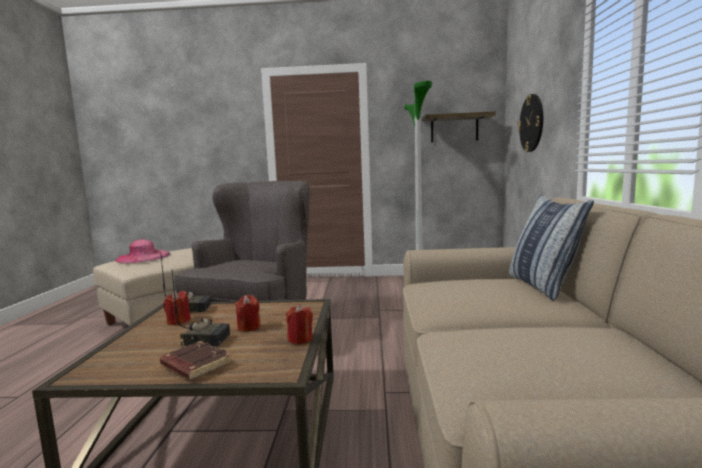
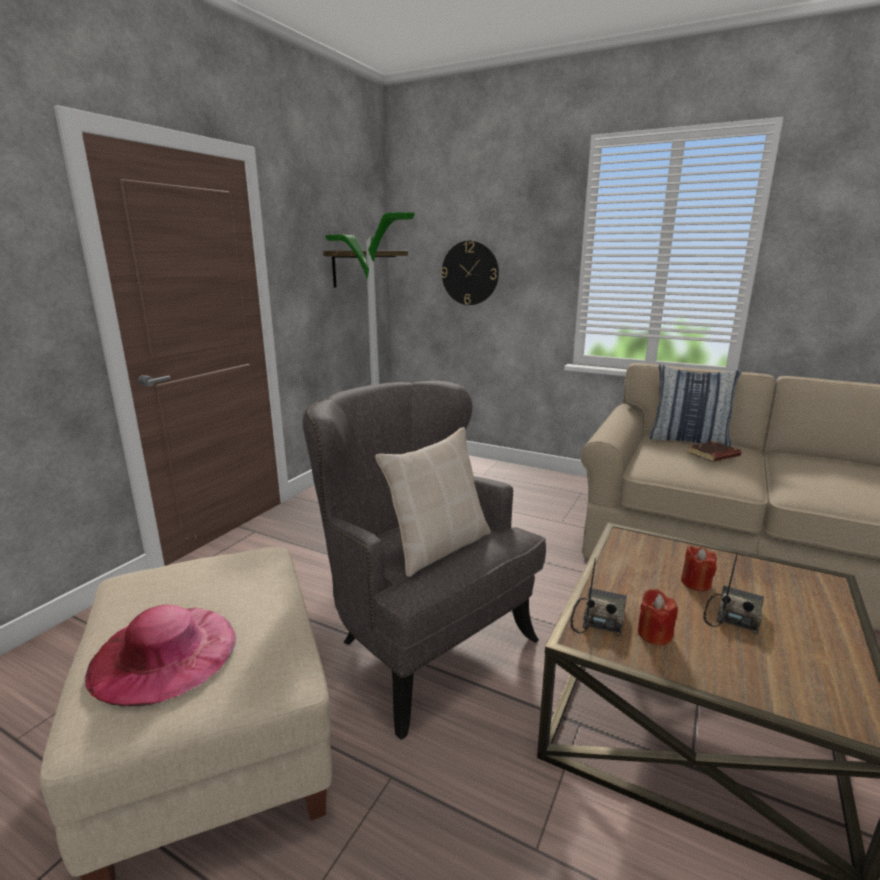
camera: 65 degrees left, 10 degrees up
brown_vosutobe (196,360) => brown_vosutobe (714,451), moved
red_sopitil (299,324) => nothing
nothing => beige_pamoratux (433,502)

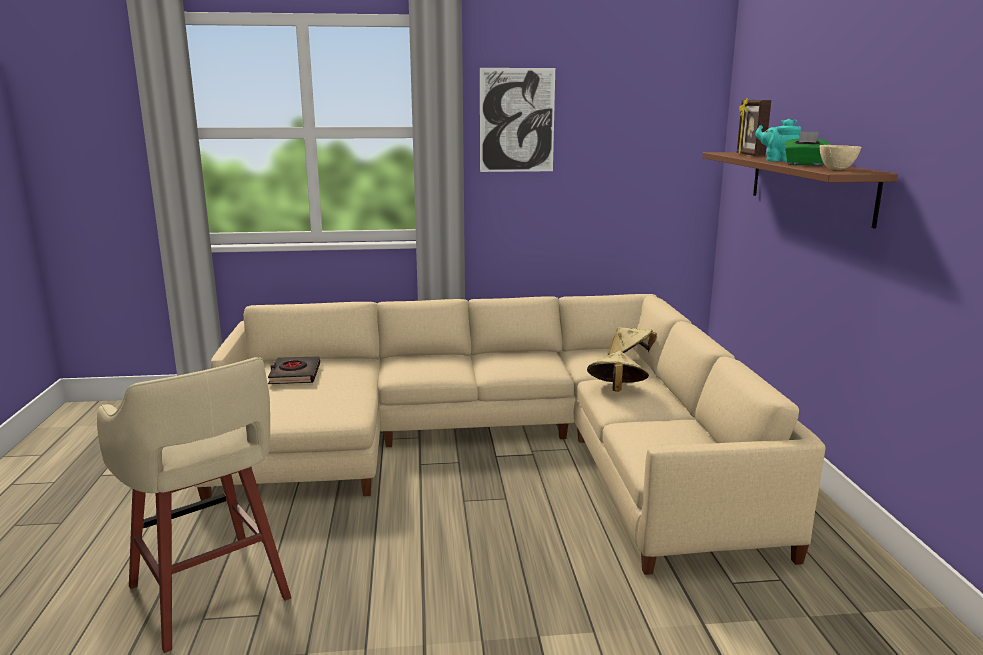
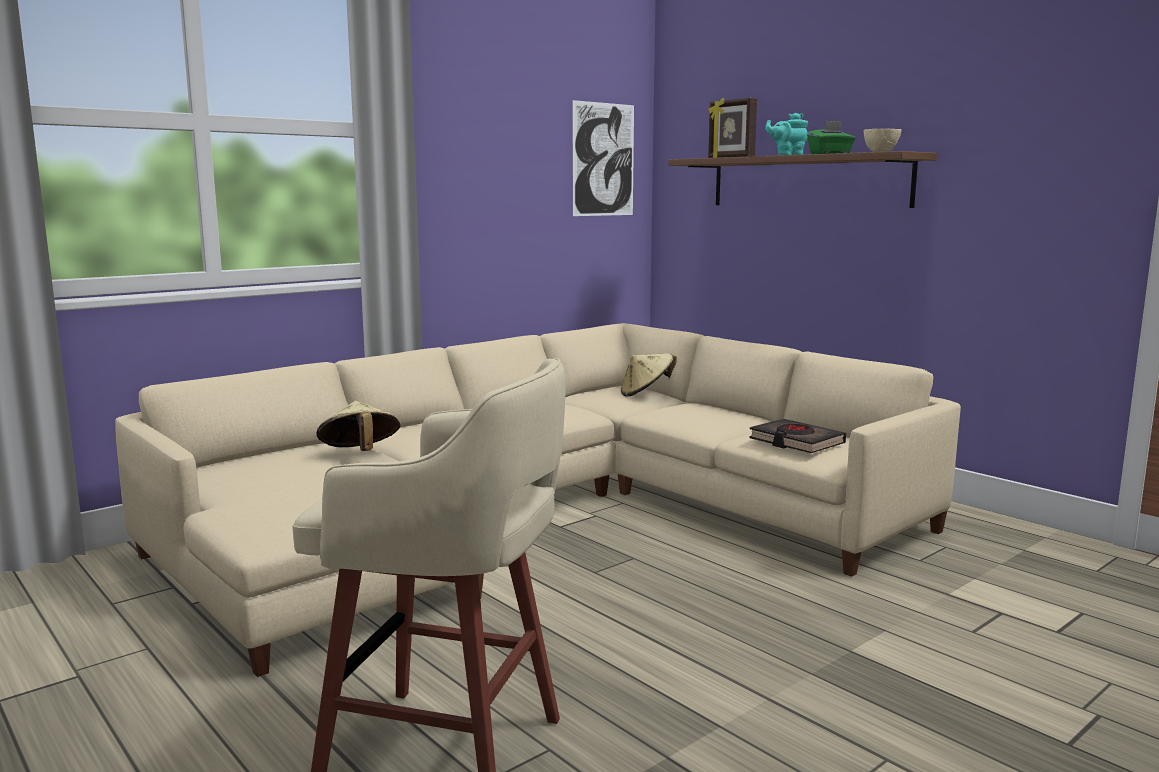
camera: 35 degrees left, 5 degrees down
black_vosutobe (294,370) => black_vosutobe (797,436), moved
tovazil (517,120) => tovazil (603,158), moved
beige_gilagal (618,371) => beige_gilagal (358,426), moved

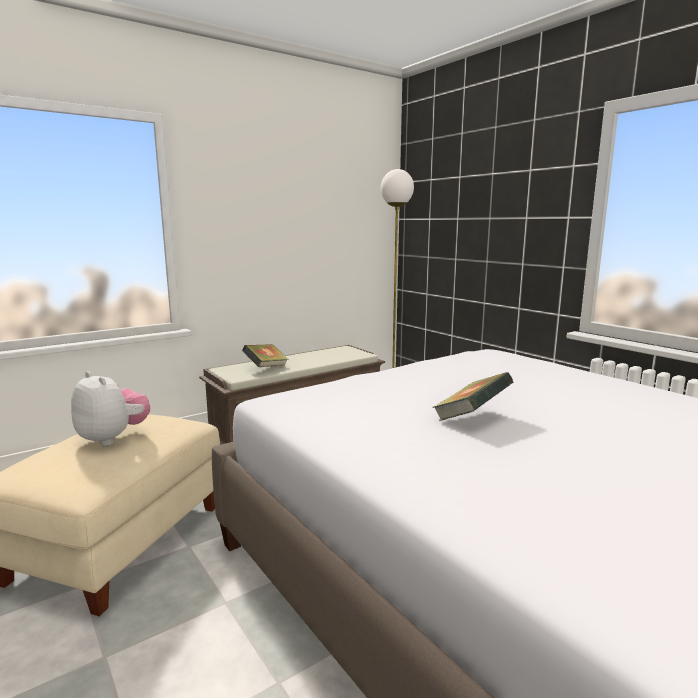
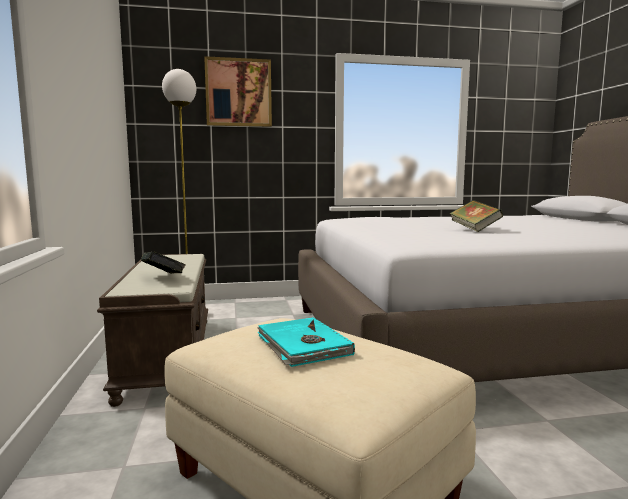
camera: 65 degrees left, 5 degrees down
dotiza (110,408) => turquoise_vosutobe (306,342)
nothing => tovazil (238,91)

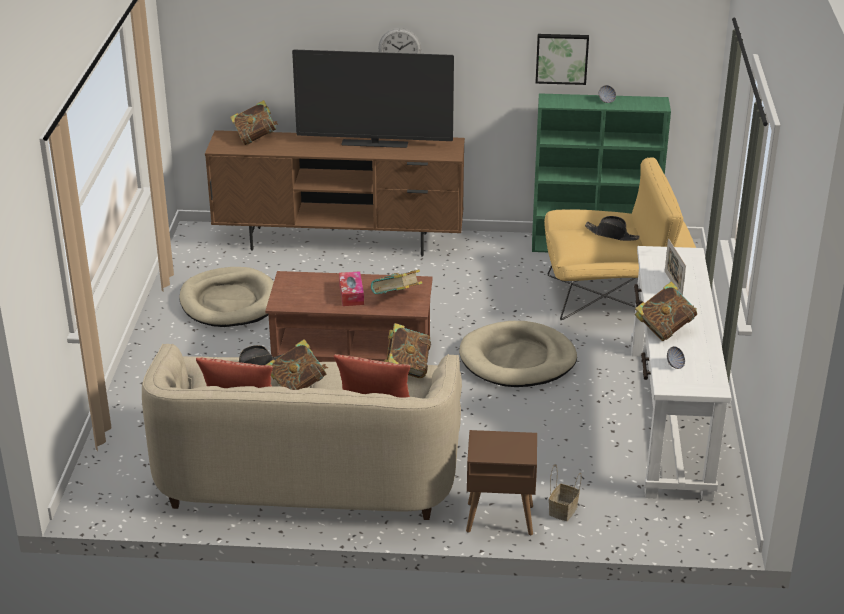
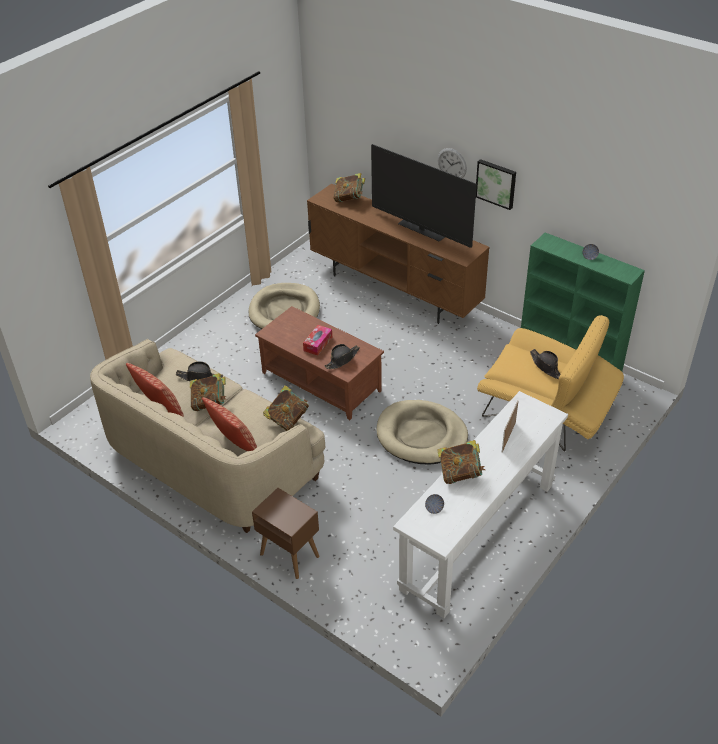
camera: 35 degrees right, 10 degrees up
vosutobe (396,281) => black_gilagal (342,356)
tovazil (562,59) => tovazil (496,184), moved
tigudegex (565,492) => nothing

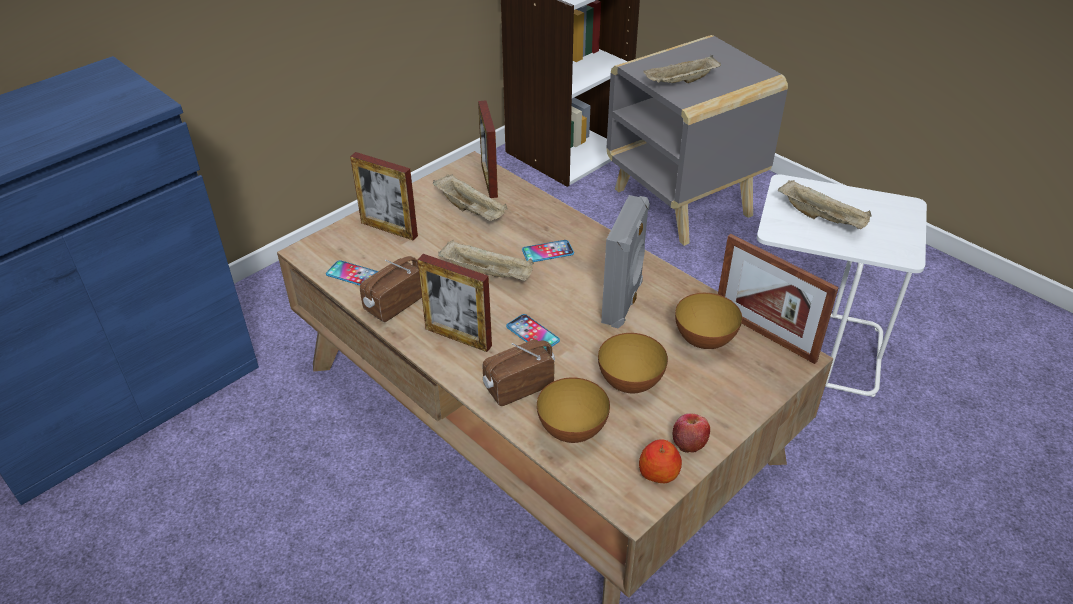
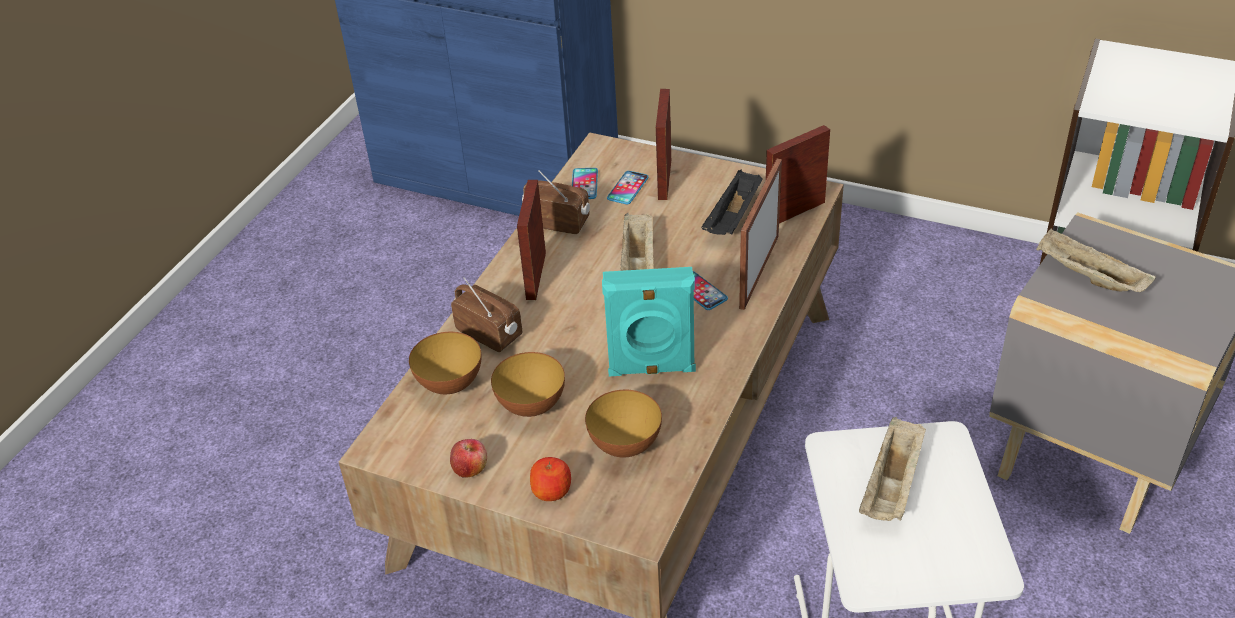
camera: 70 degrees right, 0 degrees up
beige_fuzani (470,197) => black_fuzani (732,202)
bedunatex (533,332) => bedunatex (628,188), moved
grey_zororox (625,262) => turquoise_zororox (649,322)
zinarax (660,461) => zinarax (550,479), moved
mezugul (778,299) => mezugul (760,234), moved

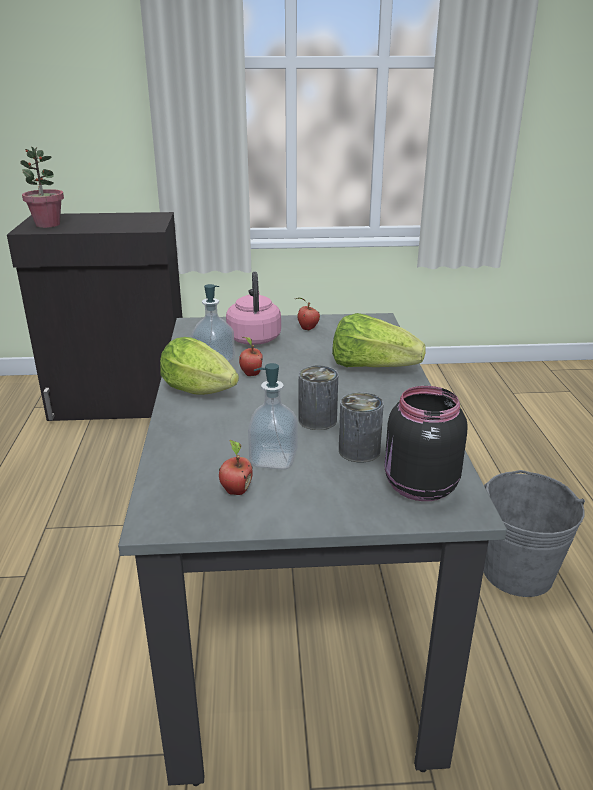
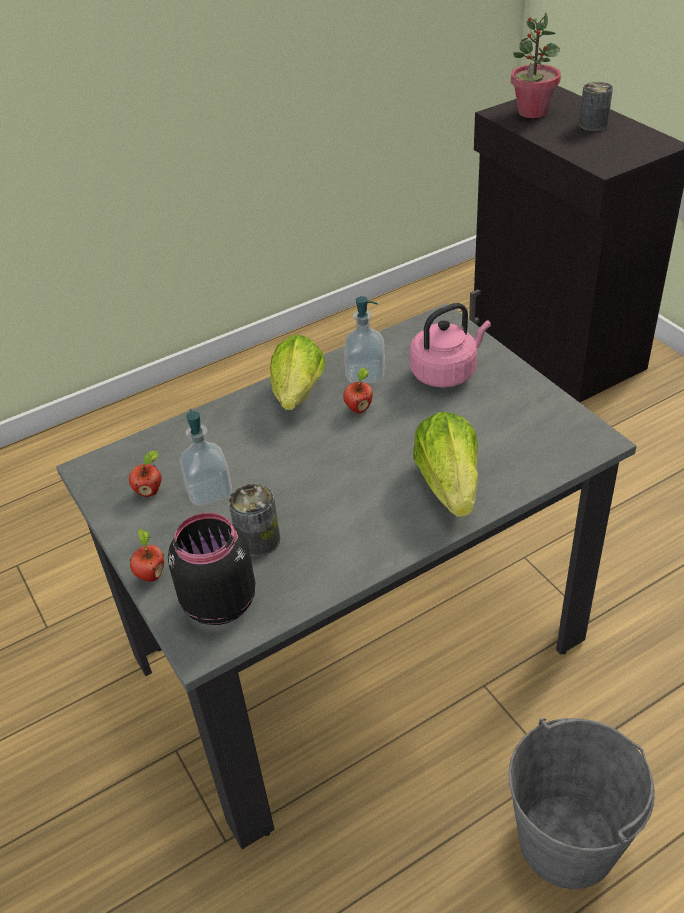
camera: 65 degrees right, 15 degrees up
zinarax (308,314) => zinarax (147,555), moved
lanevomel (318,398) => lanevomel (596,106), moved

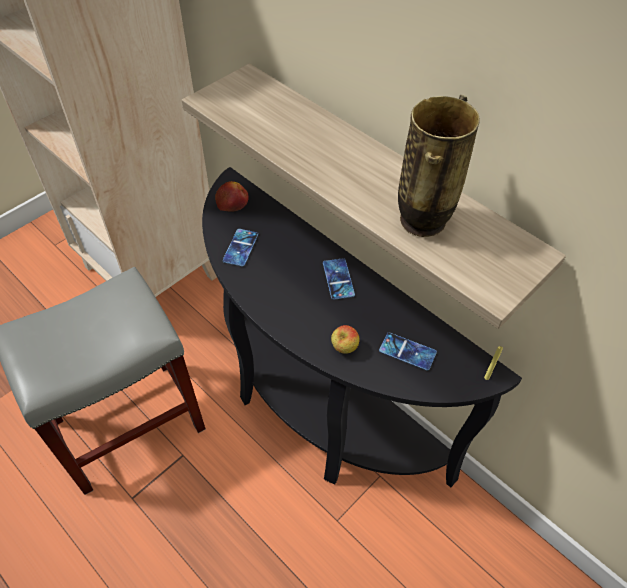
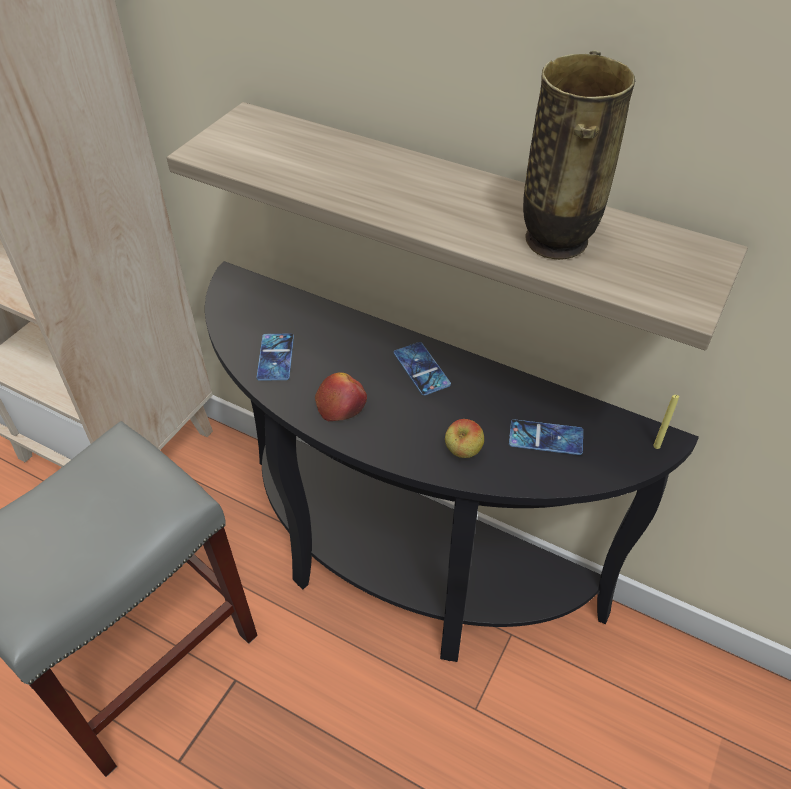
camera: 15 degrees left, 5 degrees down
zinarax (232,196) => zinarax (341,397), moved

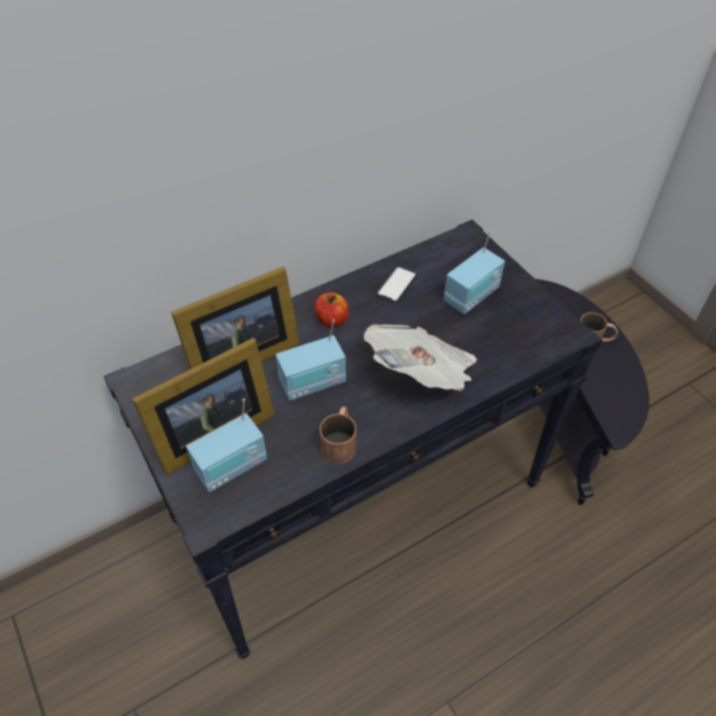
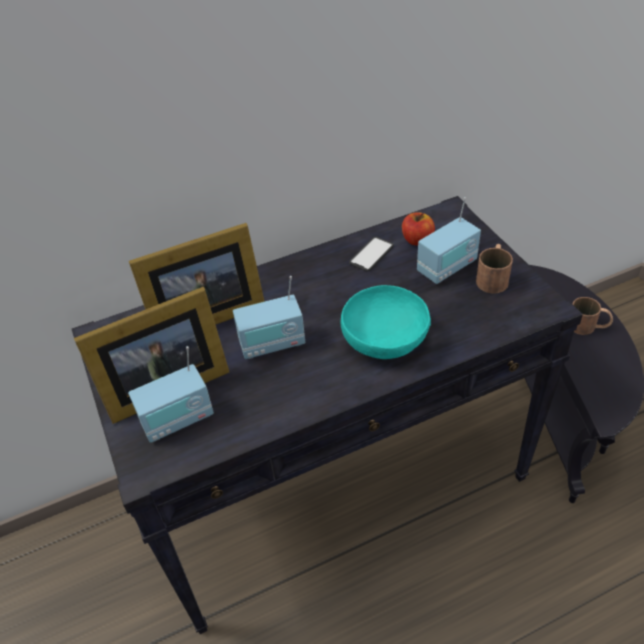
camera: 10 degrees right, 5 degrees down
zinarax (332,309) => zinarax (418,229), moved
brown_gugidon (338,435) => brown_gugidon (494,269), moved
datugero (420,357) => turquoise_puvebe (385,322)

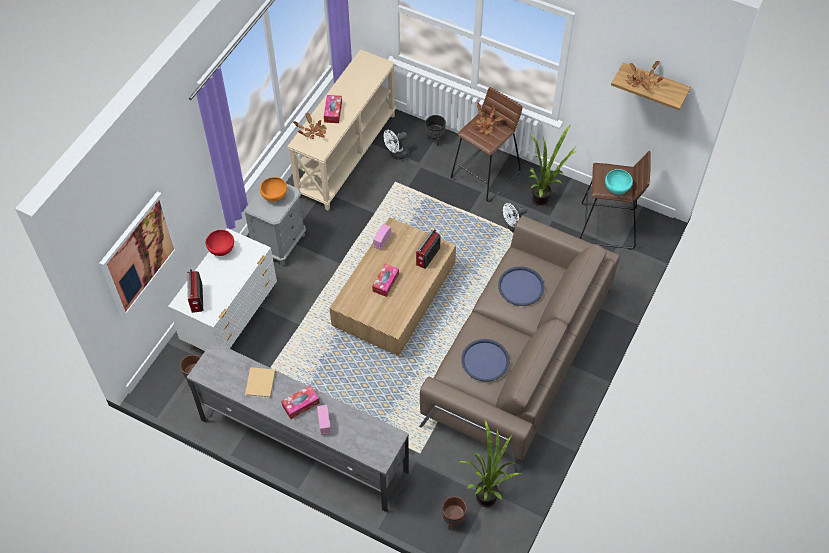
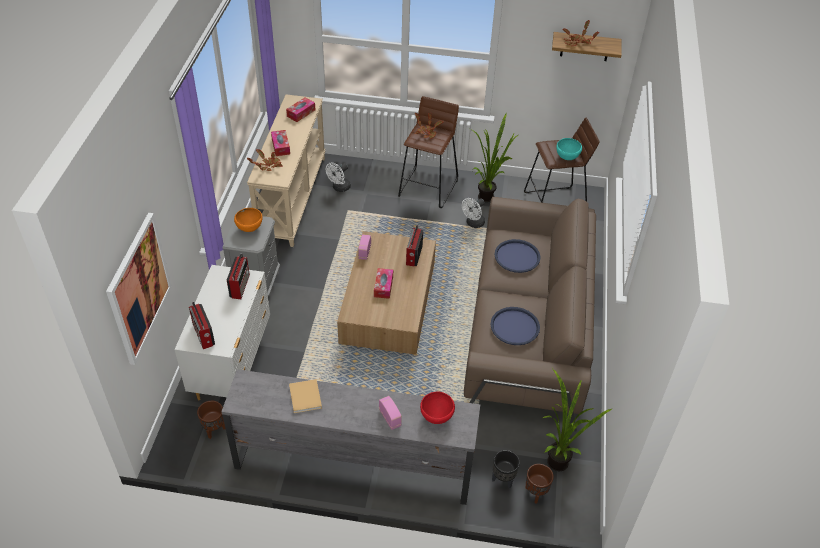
camera: 20 degrees left, 10 degrees down
red_puvebe (220,243) => red_puvebe (437,407), moved
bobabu (300,402) => bobabu (300,109), moved
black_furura (436,130) => black_furura (506,469), moved
nothing => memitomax (238,276)

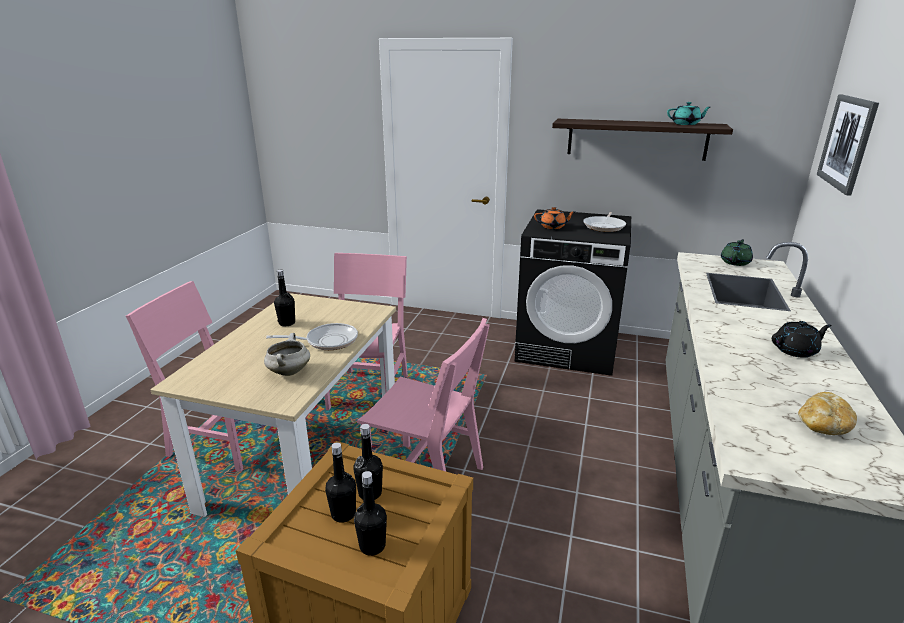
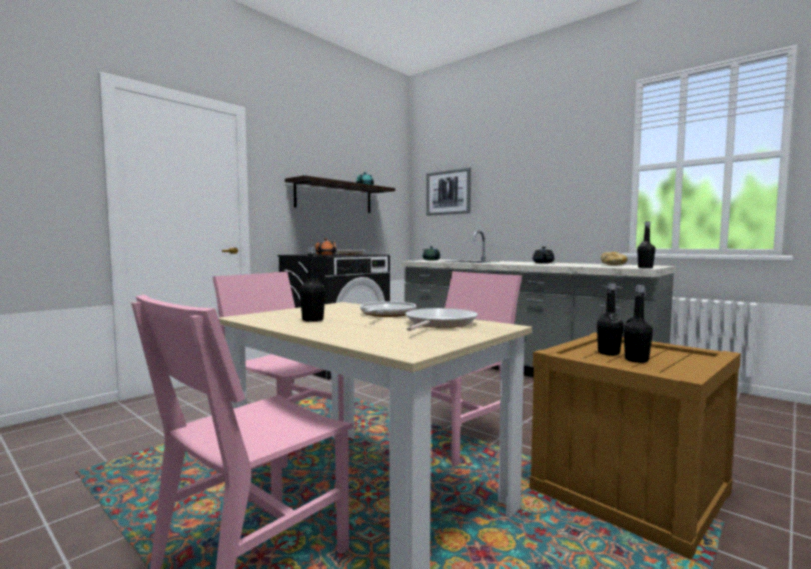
camera: 65 degrees left, 20 degrees down
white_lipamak (287,354) => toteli (441,319)
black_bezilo (370,513) => black_bezilo (646,245), moved

